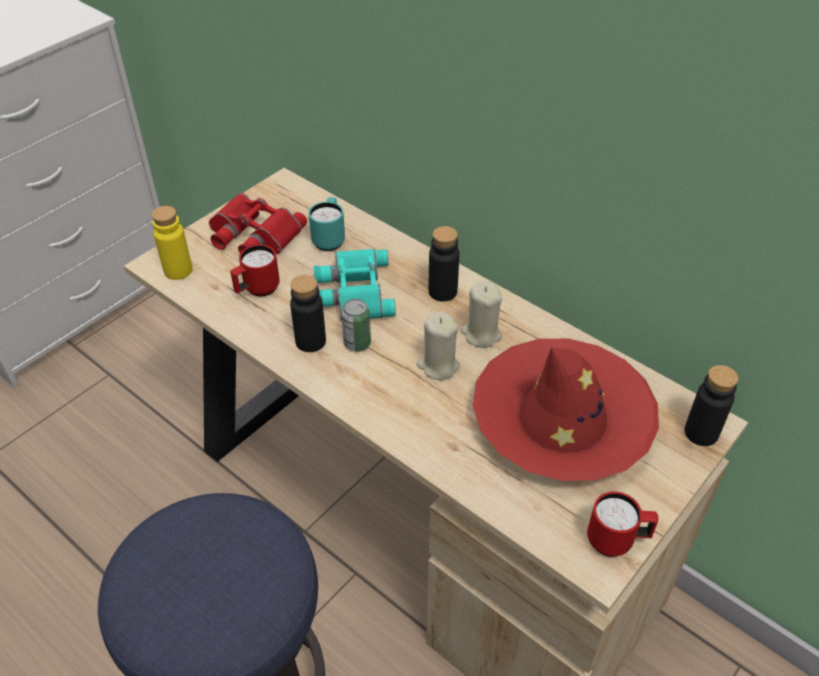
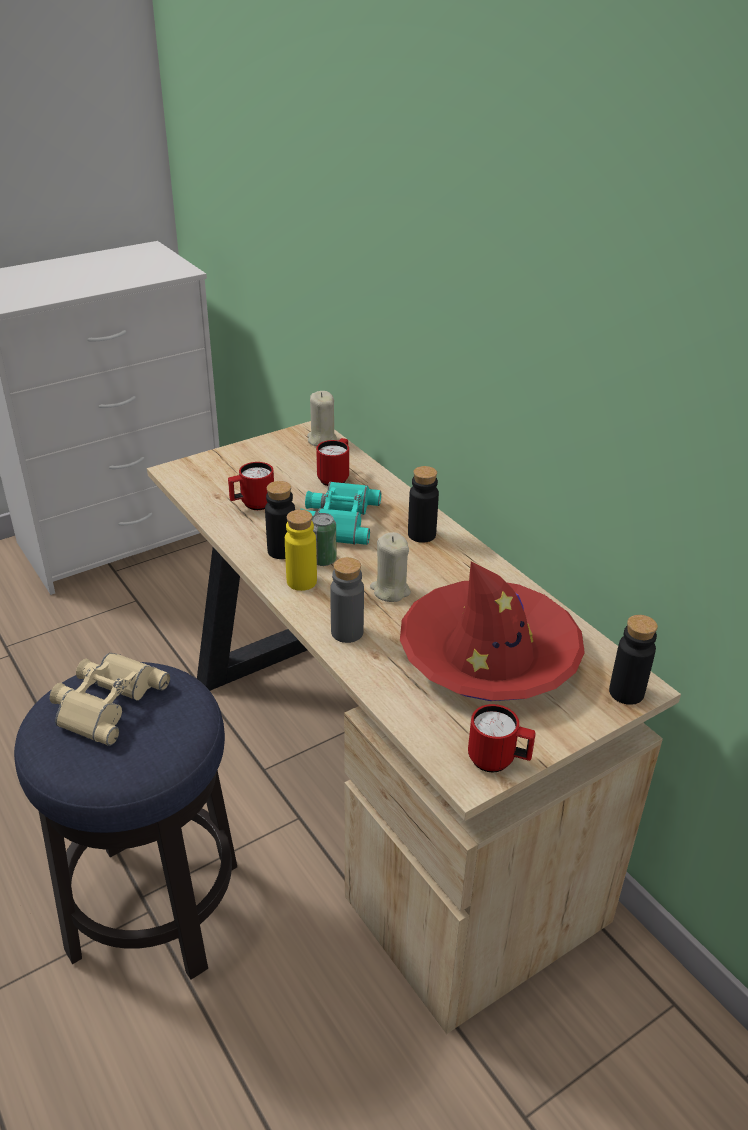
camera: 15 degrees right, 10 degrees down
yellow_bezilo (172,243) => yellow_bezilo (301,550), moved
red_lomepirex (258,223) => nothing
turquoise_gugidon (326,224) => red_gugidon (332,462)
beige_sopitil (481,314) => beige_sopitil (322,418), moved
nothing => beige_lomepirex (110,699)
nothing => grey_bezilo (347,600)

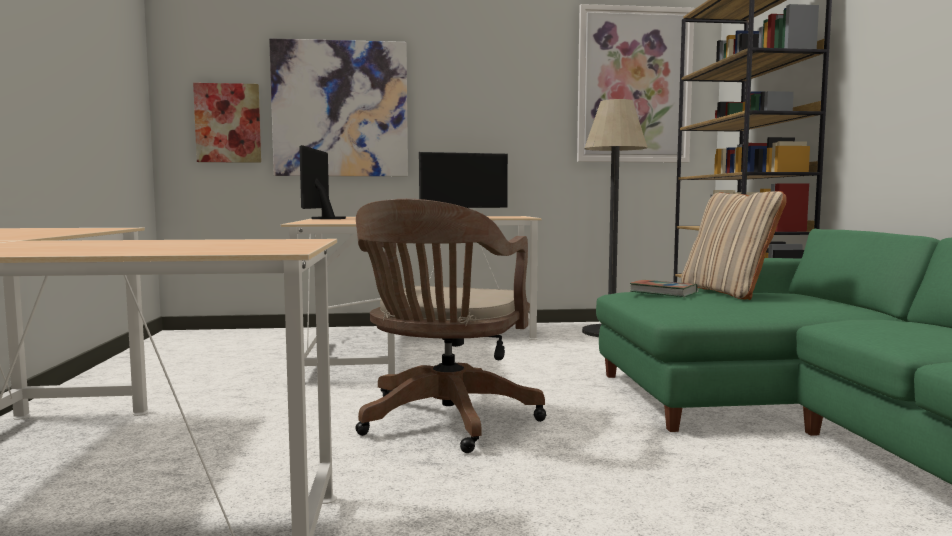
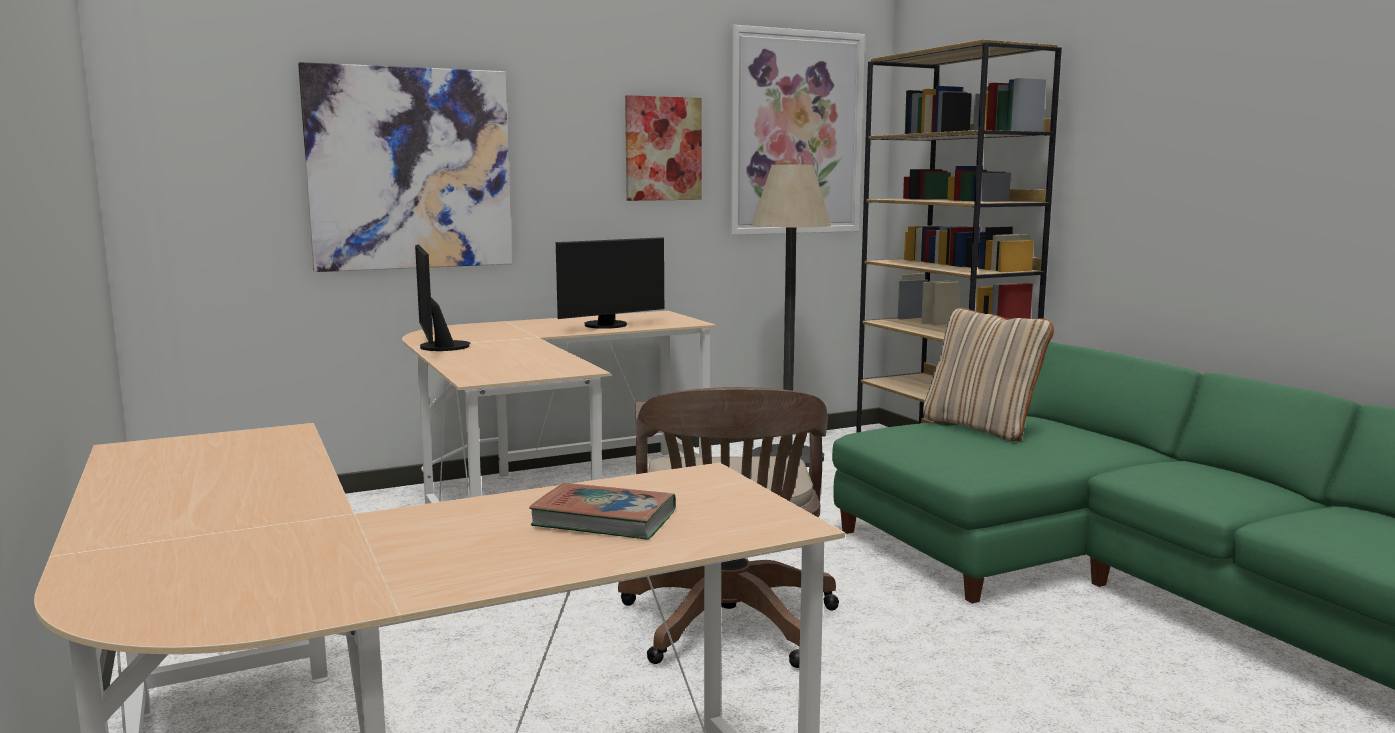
camera: 20 degrees left, 5 degrees up
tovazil (227,123) => tovazil (663,148), moved
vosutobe (663,288) => vosutobe (602,511), moved

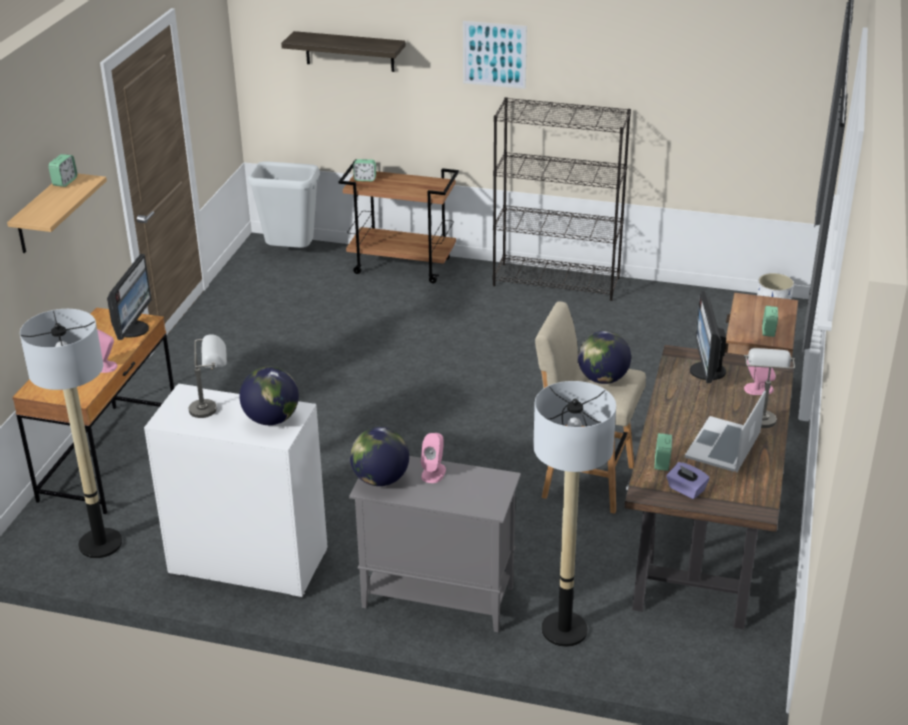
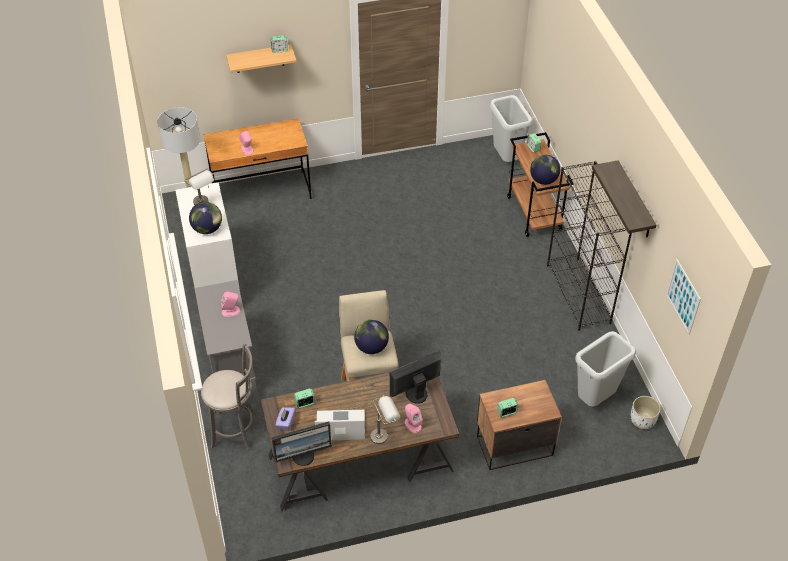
camera: 60 degrees right, 15 degrees up
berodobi (129,297) => berodobi (301,444), moved
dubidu (343,51) => dubidu (624,198), moved
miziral (379,456) => miziral (545,170), moved
tovazil (495,55) => tovazil (683,297), moved
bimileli (574,514) => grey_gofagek (228,397)
nothing => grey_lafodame (605,369)

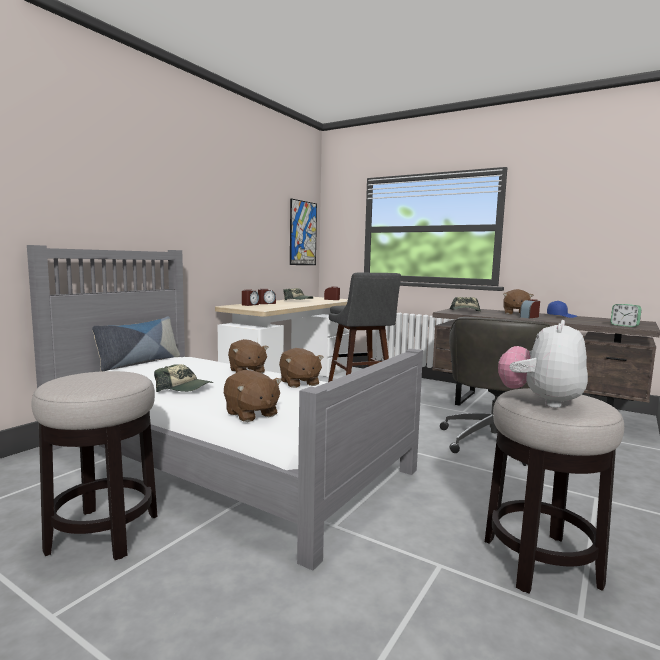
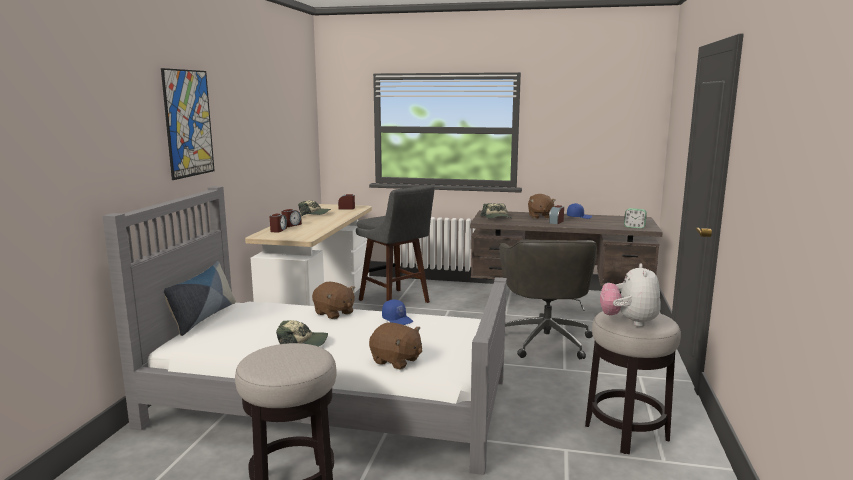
camera: 20 degrees left, 5 degrees up
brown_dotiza (301,368) => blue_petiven (397,312)
tovazil (303,231) => tovazil (187,124), moved

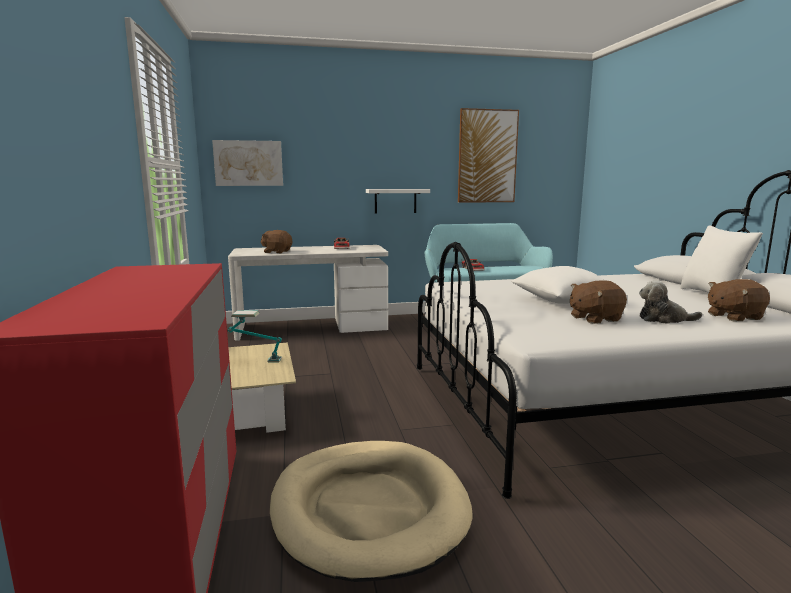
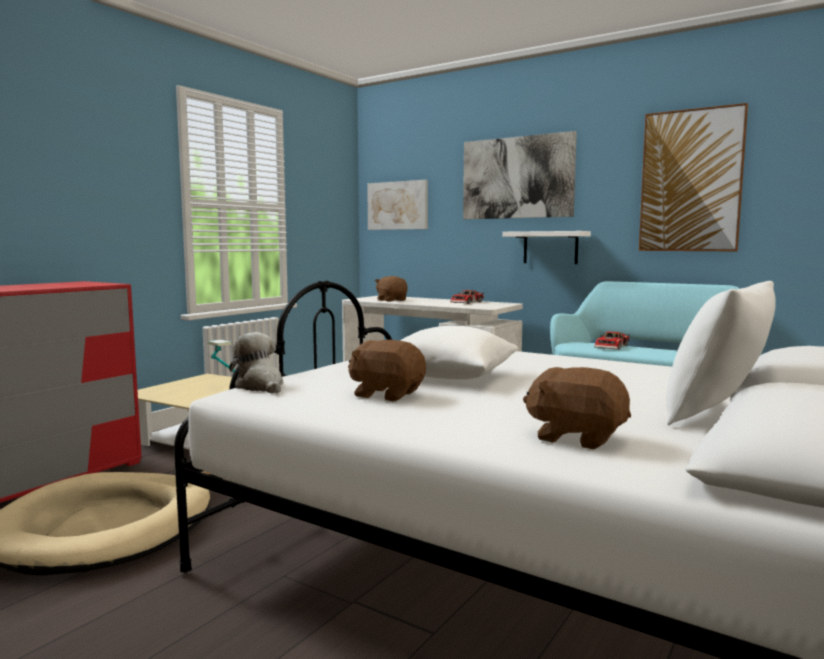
camera: 45 degrees right, 5 degrees down
dotiza (670,302) => dotiza (256,362), moved
nothing => tovazil (520,175)

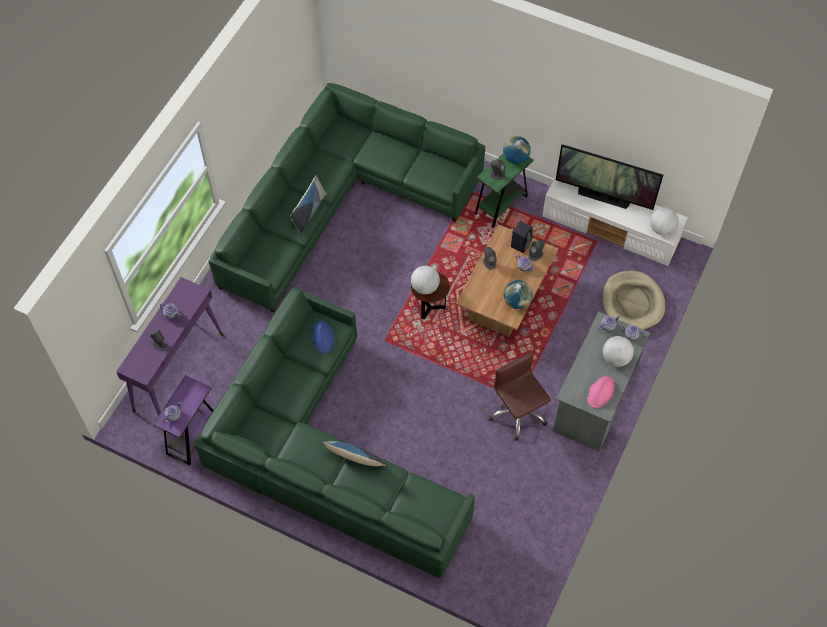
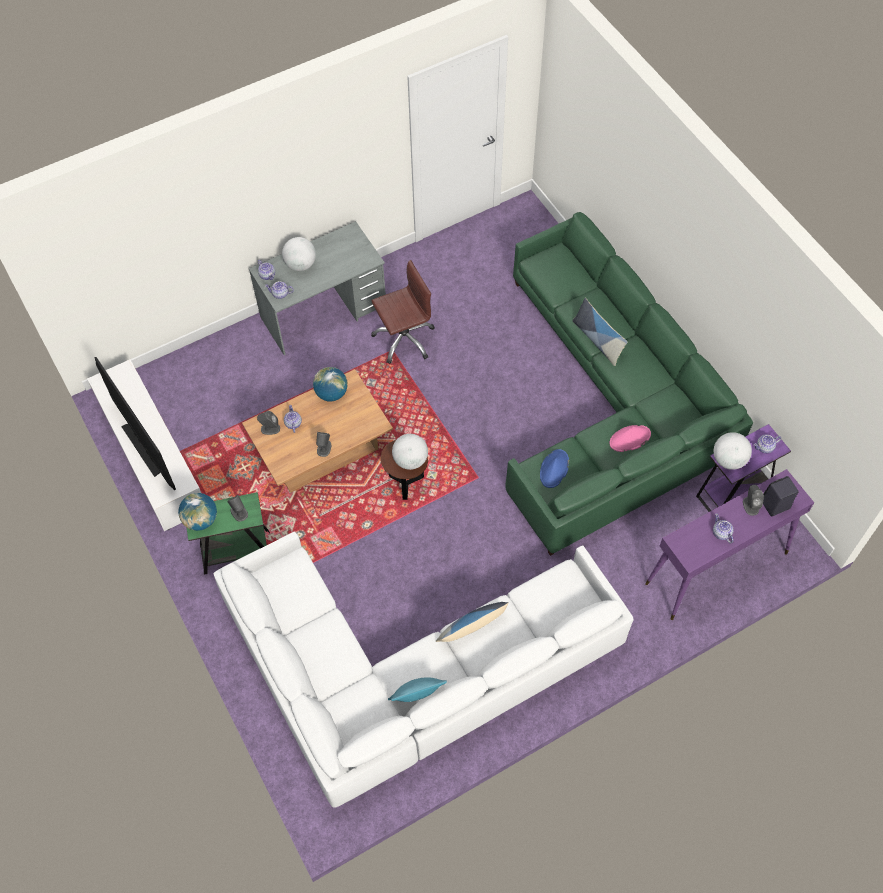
camera: 145 degrees left, 0 degrees up
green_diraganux (346,197) => white_diraganux (423,669)
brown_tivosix (520,396) => brown_tivosix (403,312), 120 degrees counterclockwise
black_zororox (522,237) => black_zororox (781,496), moved
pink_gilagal (600,392) => pink_gilagal (630,438), moved
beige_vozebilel (633,300) => nothing
miziral (664,221) => miziral (733,451), moved
nothing => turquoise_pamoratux (417,689)

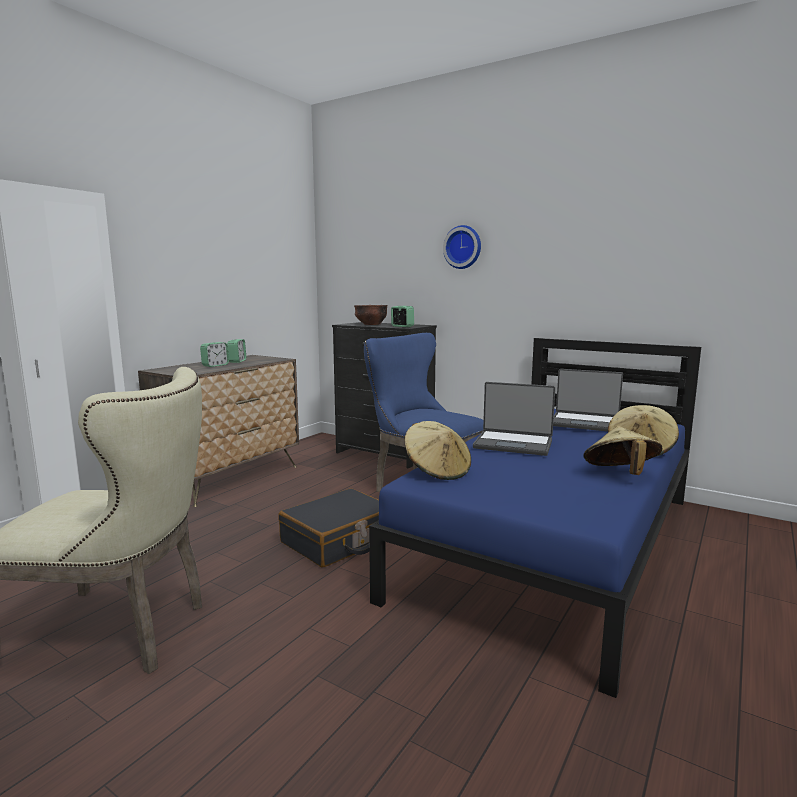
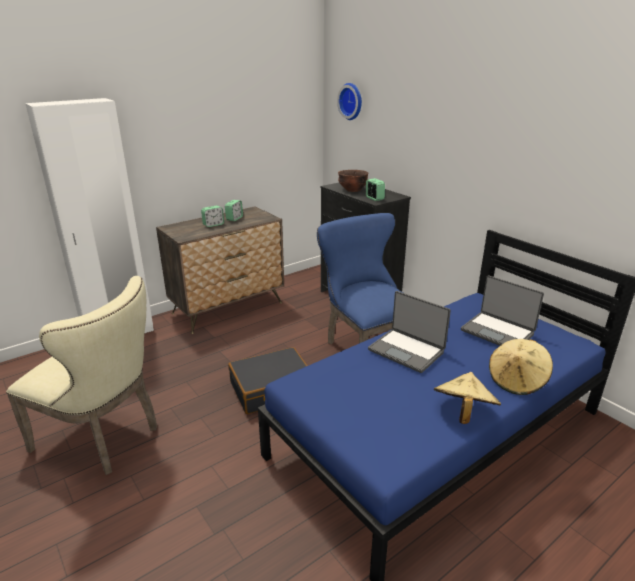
camera: 20 degrees right, 15 degrees up
beige_gilagal (438,450) => nothing
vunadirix (462,247) => vunadirix (349,101), moved

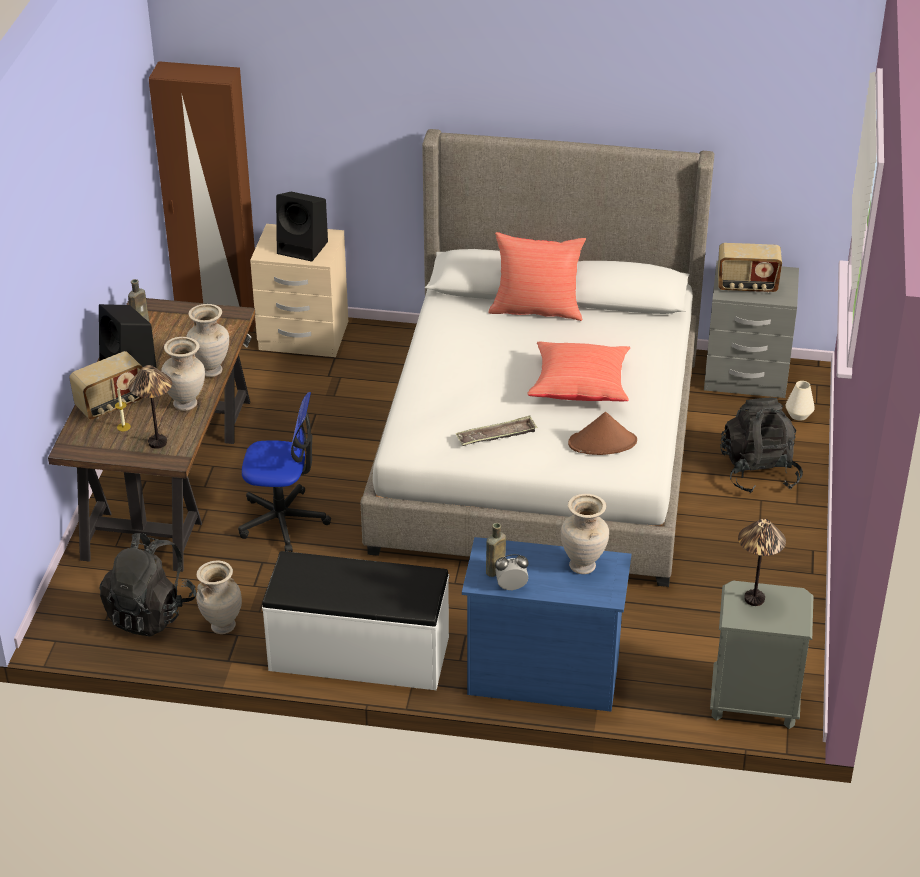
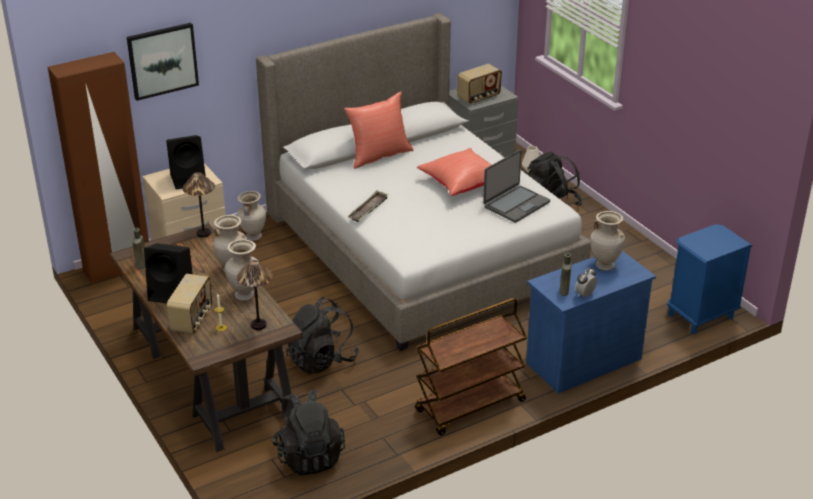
camera: 40 degrees left, 5 degrees down
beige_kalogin (219,597) => beige_kalogin (251,216), moved
tivosix (284,472) => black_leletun (323,335)
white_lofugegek (355,620) => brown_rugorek (471,367)
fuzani (496,430) => fuzani (368,206), moved
brown_gilagal (602,433) => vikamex (516,186)
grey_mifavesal (761,655) => blue_mifavesal (709,279)
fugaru (762,562) => fugaru (199,204), moved
nothing => tovazil (163,62)

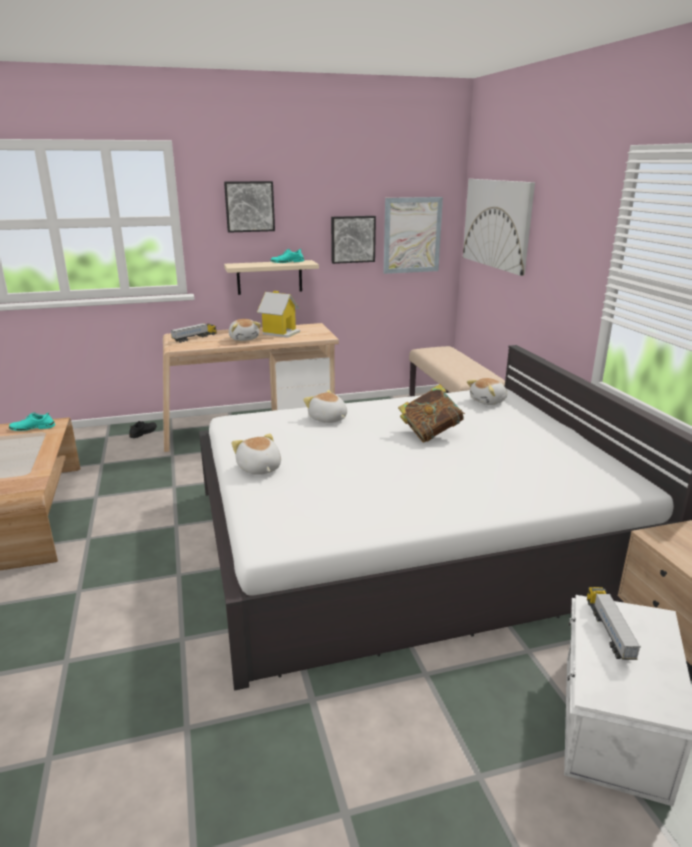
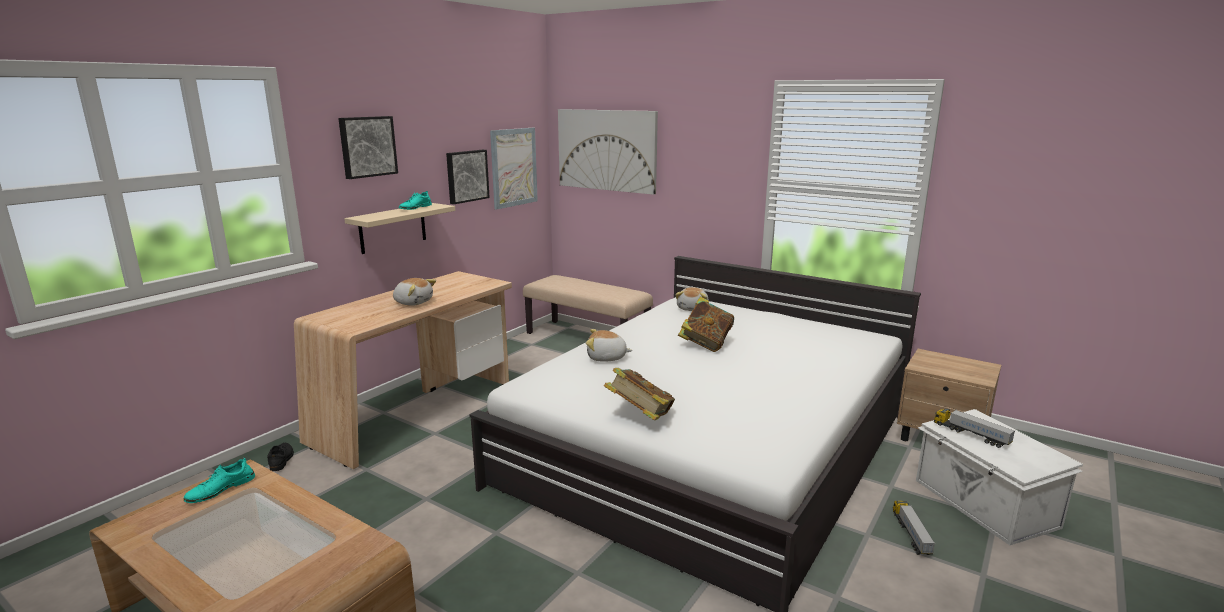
camera: 40 degrees left, 5 degrees down
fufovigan (194,333) => fufovigan (914,528), moved
dotiza (256,454) => vosutobe (639,394)
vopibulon (278,314) => nothing

